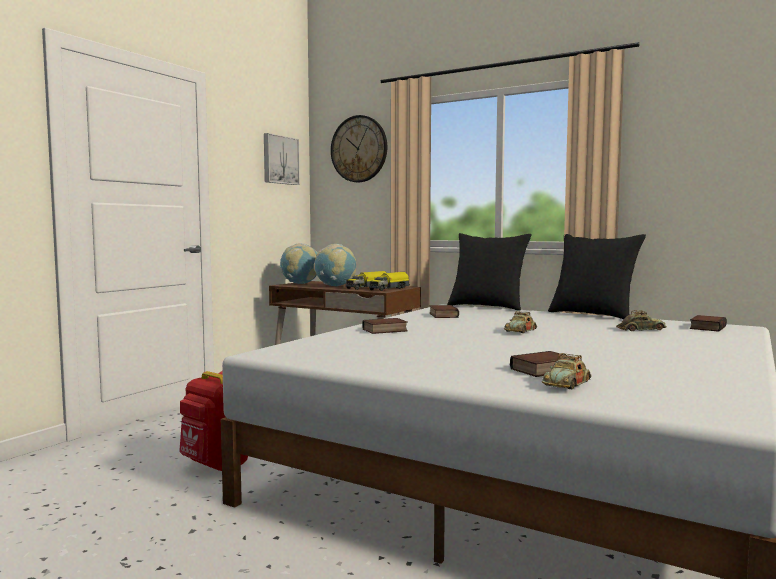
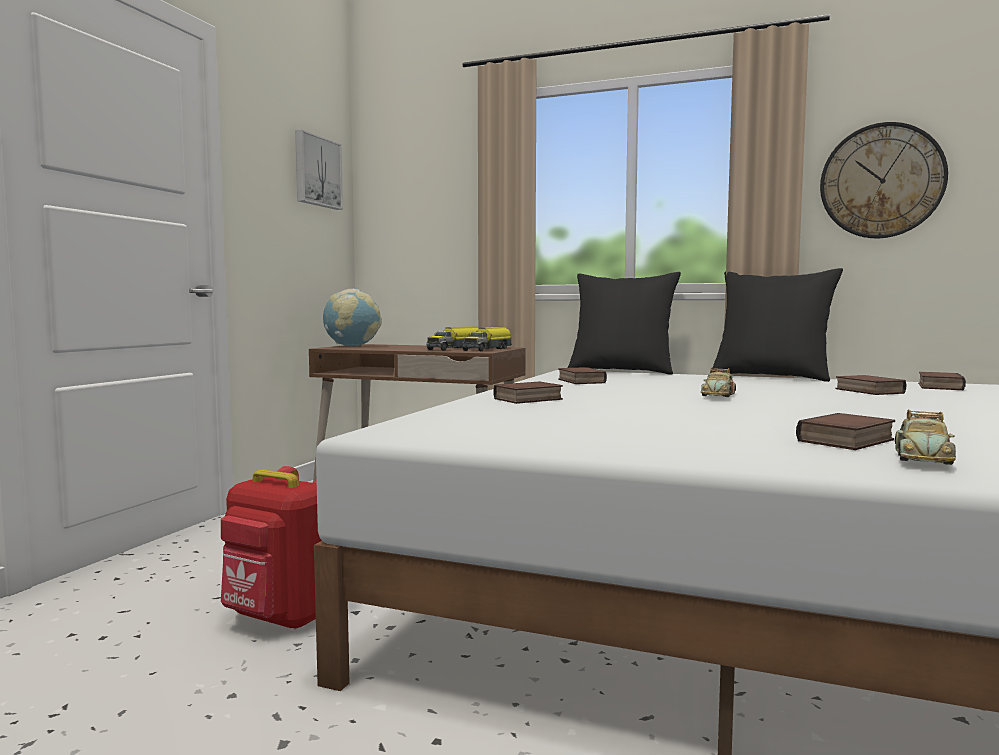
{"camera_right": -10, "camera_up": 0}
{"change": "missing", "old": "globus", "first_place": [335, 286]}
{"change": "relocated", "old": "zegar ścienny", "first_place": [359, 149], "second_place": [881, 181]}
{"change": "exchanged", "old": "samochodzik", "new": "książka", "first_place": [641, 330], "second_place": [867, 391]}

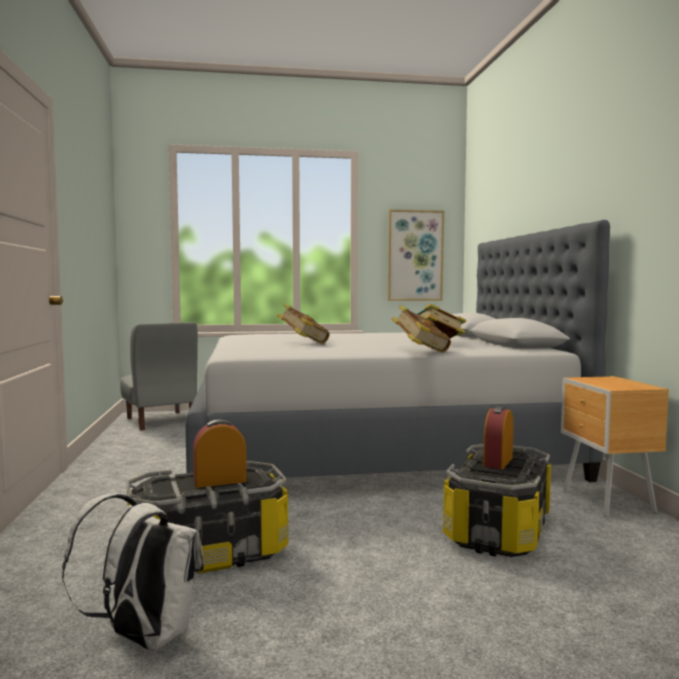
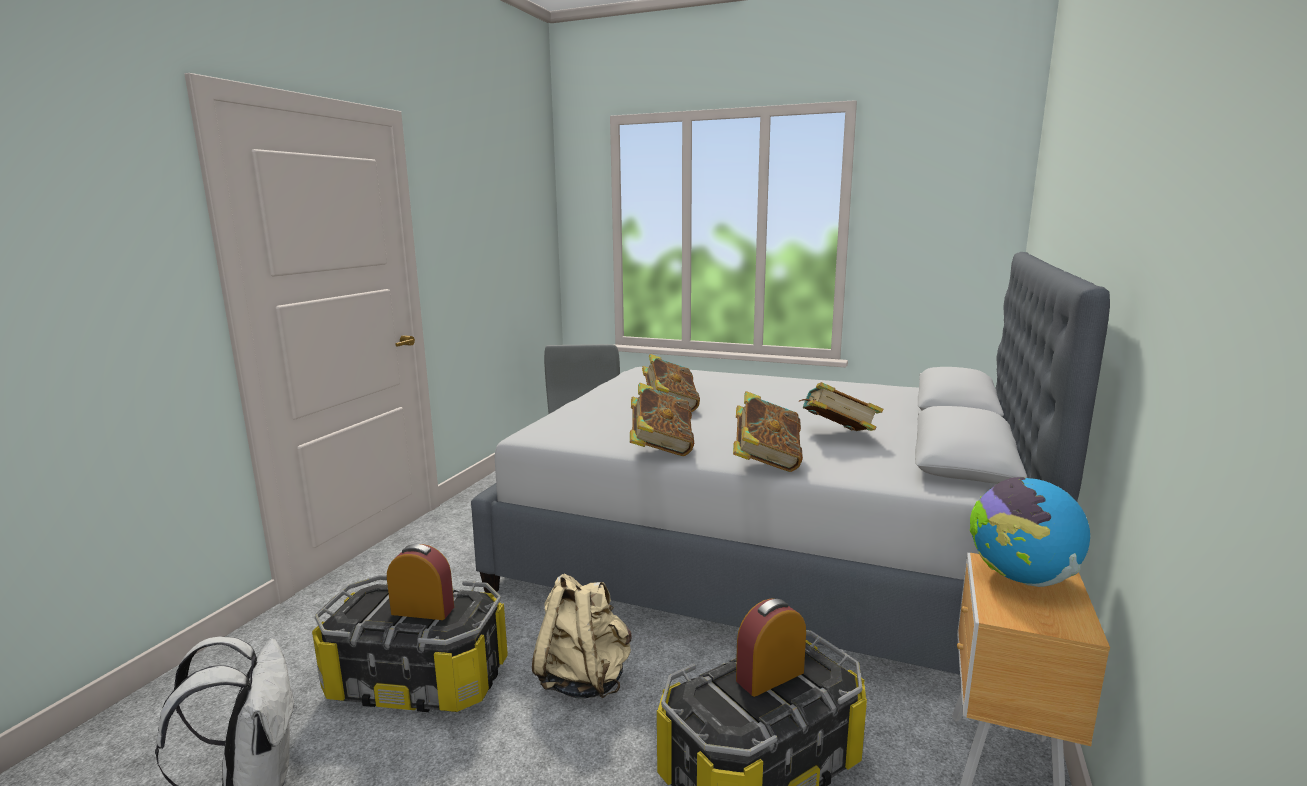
{"camera_right": 30, "camera_up": 10}
{"change": "missing", "old": "obraz", "first_place": [415, 255]}
{"change": "appeared", "new": "plecak/beżowy", "second_place": [584, 679]}
{"change": "appeared", "new": "książka", "second_place": [661, 448]}
{"change": "appeared", "new": "globus", "second_place": [1020, 578]}

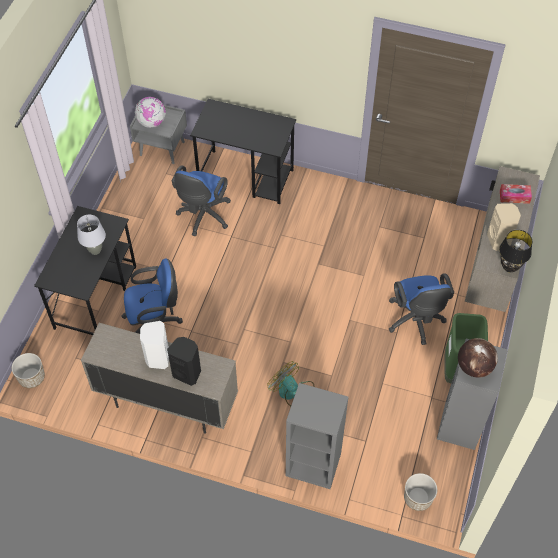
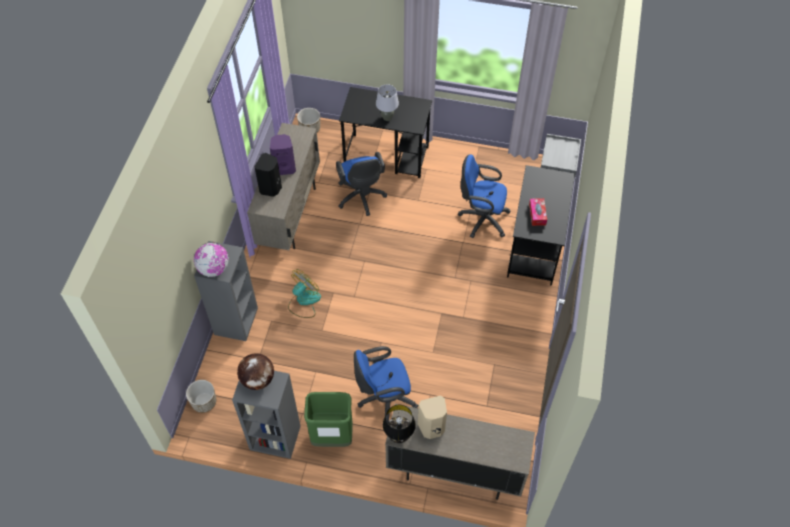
{"camera_right": 85, "camera_up": 0}
{"change": "relocated", "old": "globus", "first_place": [152, 122], "second_place": [214, 269]}
{"change": "colour", "old": "głośnik/biały", "new": "głośnik/fioletowy", "first_place": [157, 358], "second_place": [284, 168]}
{"change": "relocated", "old": "pudełko chusteczek", "first_place": [514, 196], "second_place": [537, 214]}

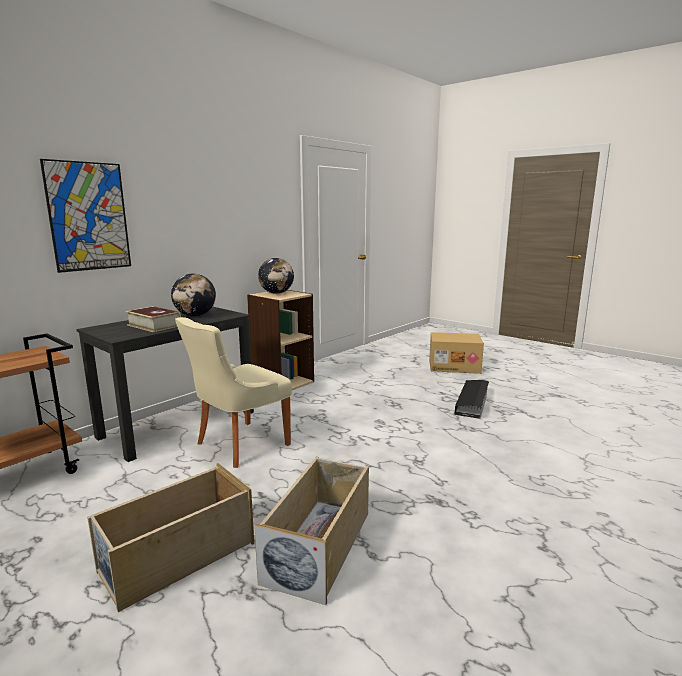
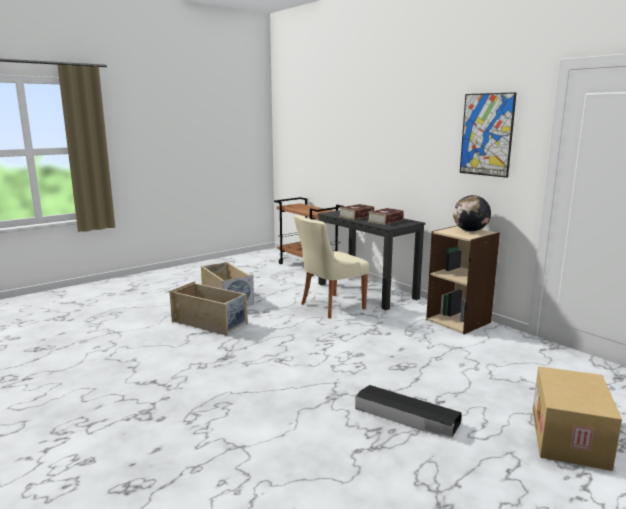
{"camera_right": 100, "camera_up": 0}
{"change": "relocated", "old": "obraz", "first_place": [88, 216], "second_place": [486, 135]}
{"change": "exchanged", "old": "globus", "new": "książka", "first_place": [195, 315], "second_place": [385, 220]}
{"change": "spun", "old": "krzesło/beżowy", "first_place": [239, 445], "second_place": [330, 306], "degrees": -90}

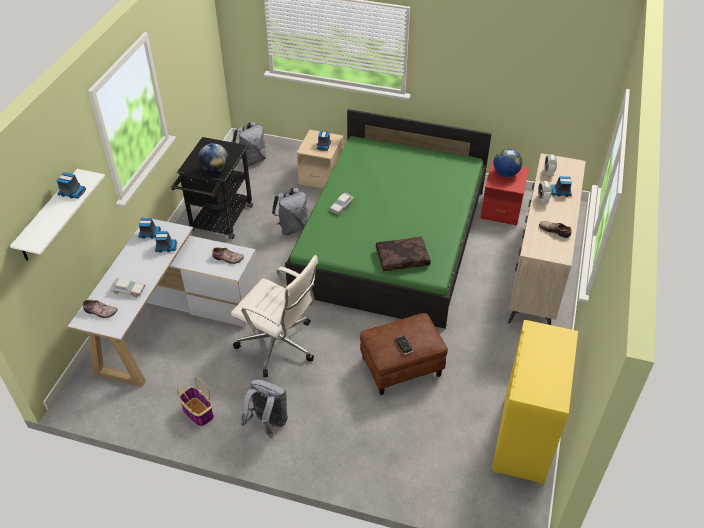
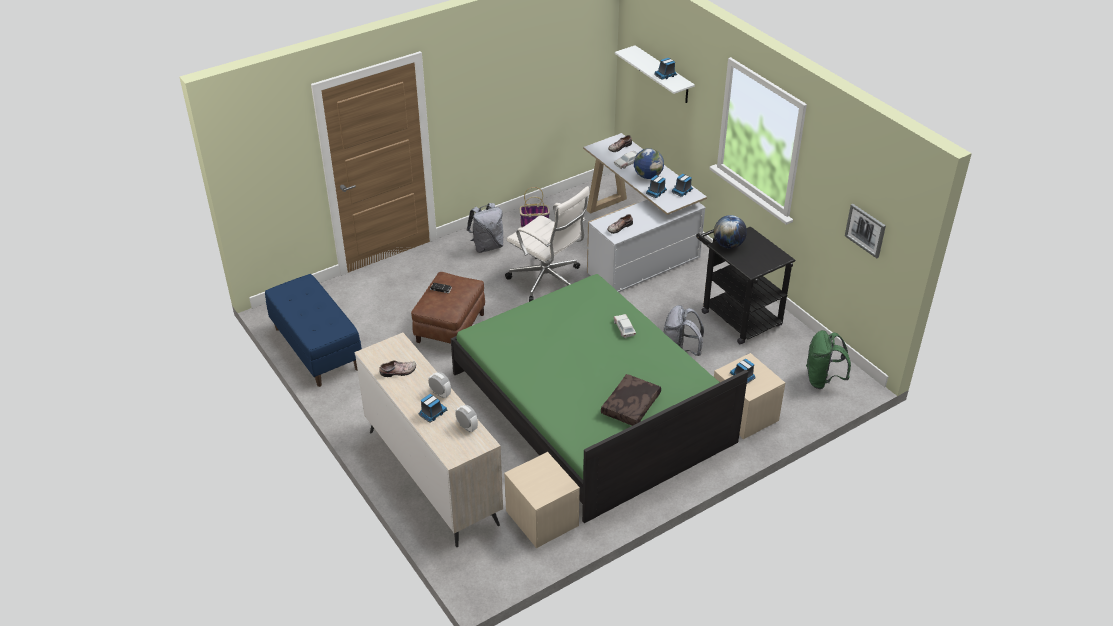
{"camera_right": 130, "camera_up": -5}
{"change": "spun", "old": "krzesło biurowe/biały", "first_place": [279, 345], "second_place": [547, 281], "degrees": -120}
{"change": "colour", "old": "plecak/szary", "new": "plecak/zielony", "first_place": [252, 160], "second_place": [822, 380]}
{"change": "relocated", "old": "poduszka/brązowy", "first_place": [402, 258], "second_place": [631, 406]}
{"change": "colour", "old": "szafka nocna/czerwony", "new": "szafka nocna/beżowy", "first_place": [501, 209], "second_place": [542, 519]}
{"change": "exchanged", "old": "szafka/żółty", "new": "ławka/niebieski", "first_place": [525, 438], "second_place": [316, 348]}
{"change": "relocated", "old": "globus", "first_place": [505, 174], "second_place": [648, 176]}
{"change": "appeared", "new": "obraz", "second_place": [865, 230]}

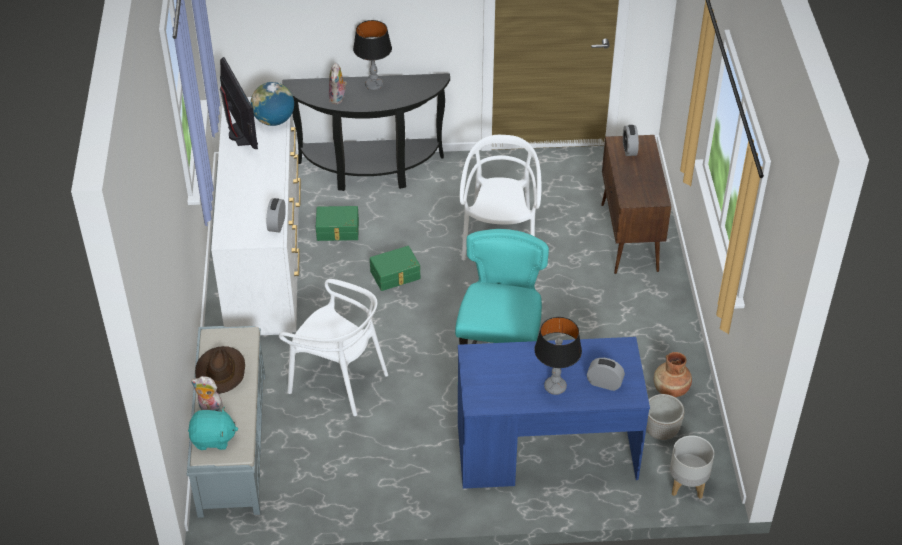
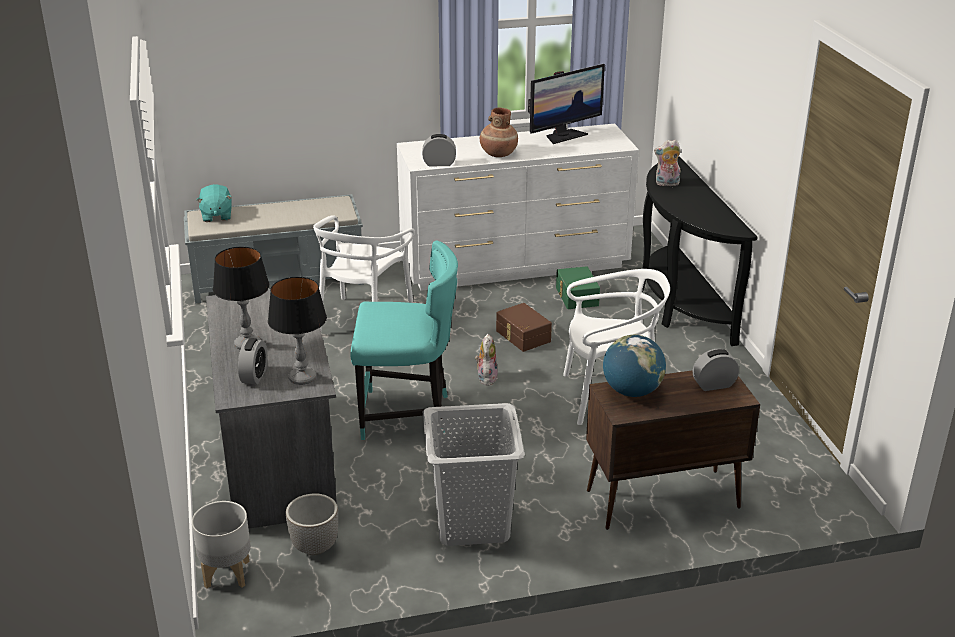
{"camera_right": 80, "camera_up": -15}
{"change": "relocated", "old": "pluszak", "first_place": [209, 409], "second_place": [486, 378]}
{"change": "missing", "old": "kapelusz/brązowy", "first_place": [220, 371]}
{"change": "relocated", "old": "globus", "first_place": [274, 120], "second_place": [632, 391]}
{"change": "relocated", "old": "lampa stołowa", "first_place": [374, 85], "second_place": [302, 378]}
{"change": "colour", "old": "pojemnik do przechowywania/zielony", "new": "pojemnik do przechowywania/brązowy", "first_place": [395, 275], "second_place": [522, 336]}
{"change": "colour", "old": "biurko/niebieski", "new": "biurko/szary", "first_place": [546, 451], "second_place": [277, 458]}
{"change": "relocated", "old": "wazon/brązowy", "first_place": [670, 389], "second_place": [498, 154]}
{"change": "appeared", "new": "kosz na pranie/szary", "second_place": [471, 522]}

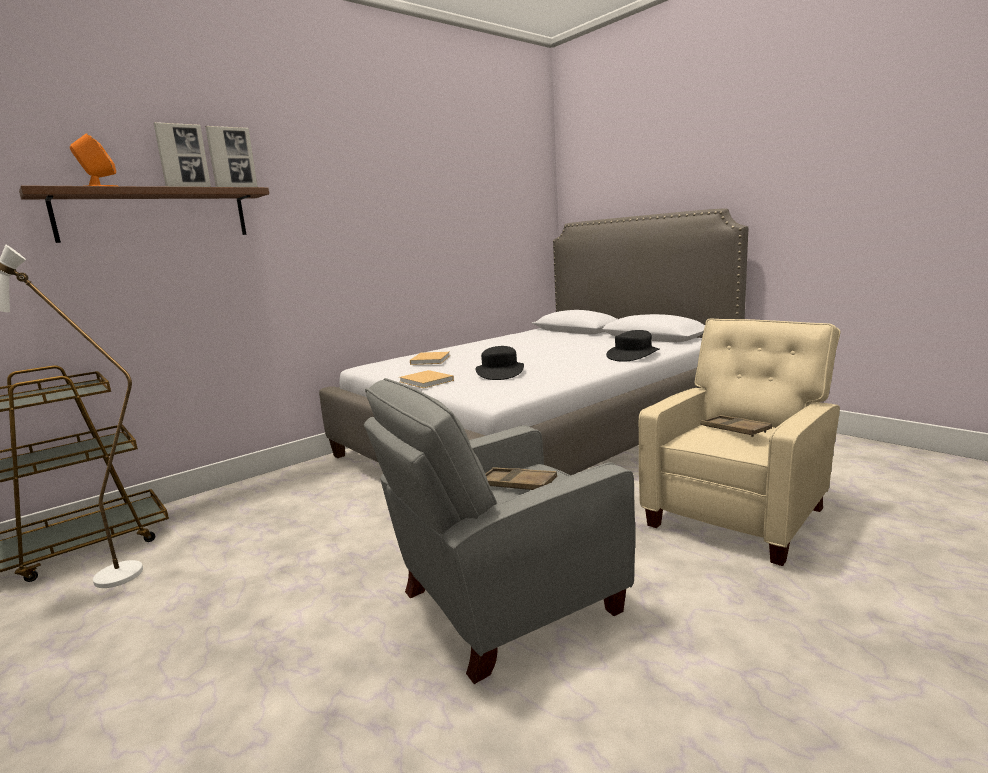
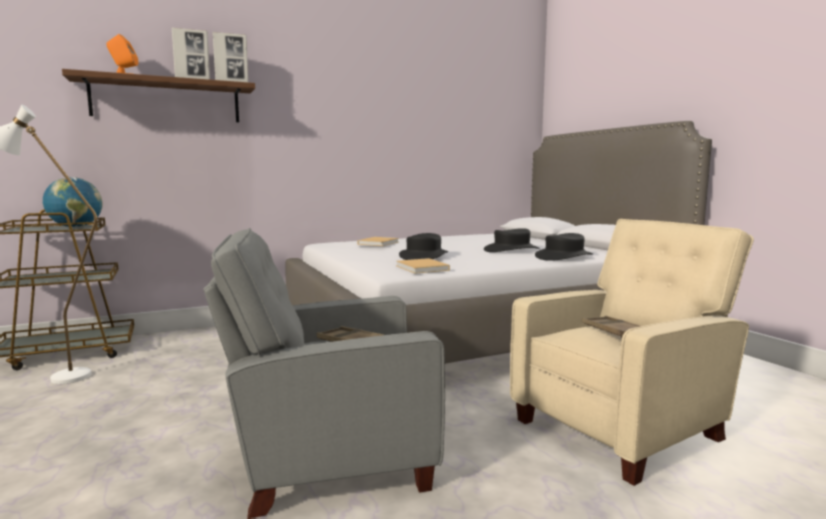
{"camera_right": 15, "camera_up": -5}
{"change": "relocated", "old": "książka/beżowy", "first_place": [427, 381], "second_place": [422, 268]}
{"change": "appeared", "new": "globus", "second_place": [75, 227]}
{"change": "appeared", "new": "kapelusz/czarny", "second_place": [511, 250]}

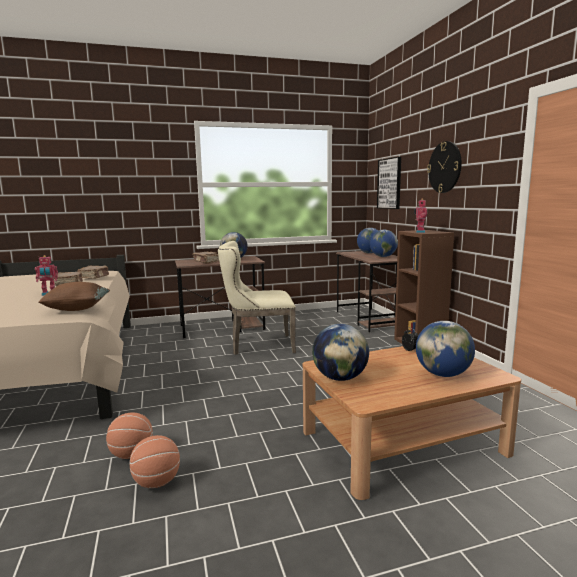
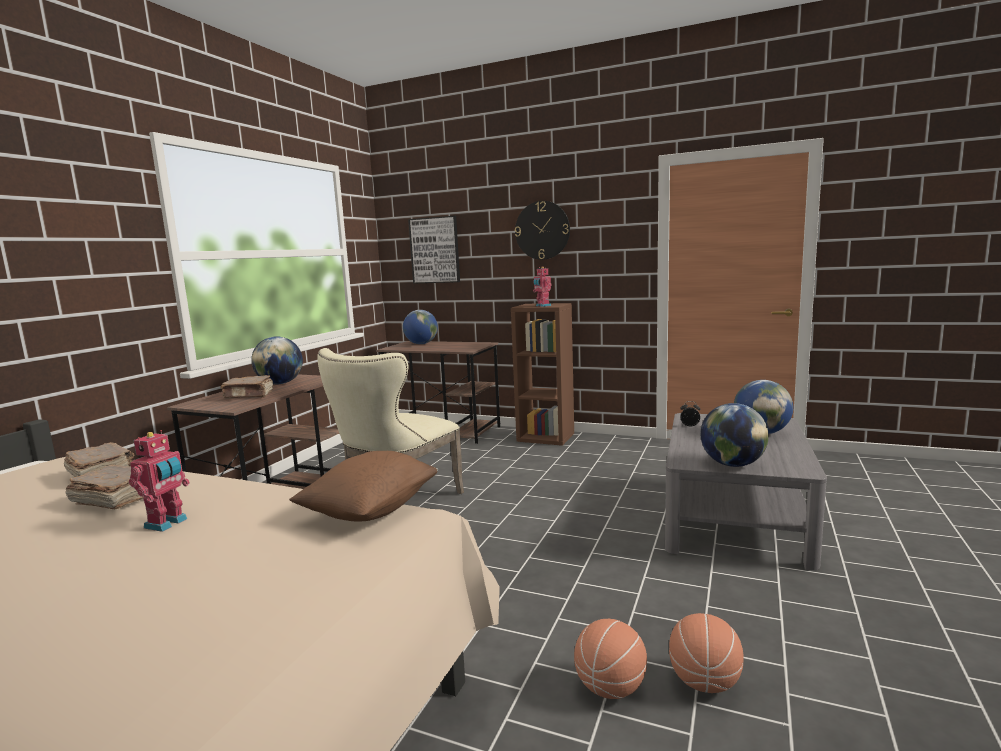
{"camera_right": -50, "camera_up": 0}
{"change": "colour", "old": "ława/brązowy", "new": "ława/szary", "first_place": [402, 442], "second_place": [734, 516]}
{"change": "missing", "old": "globus", "first_place": [383, 256]}

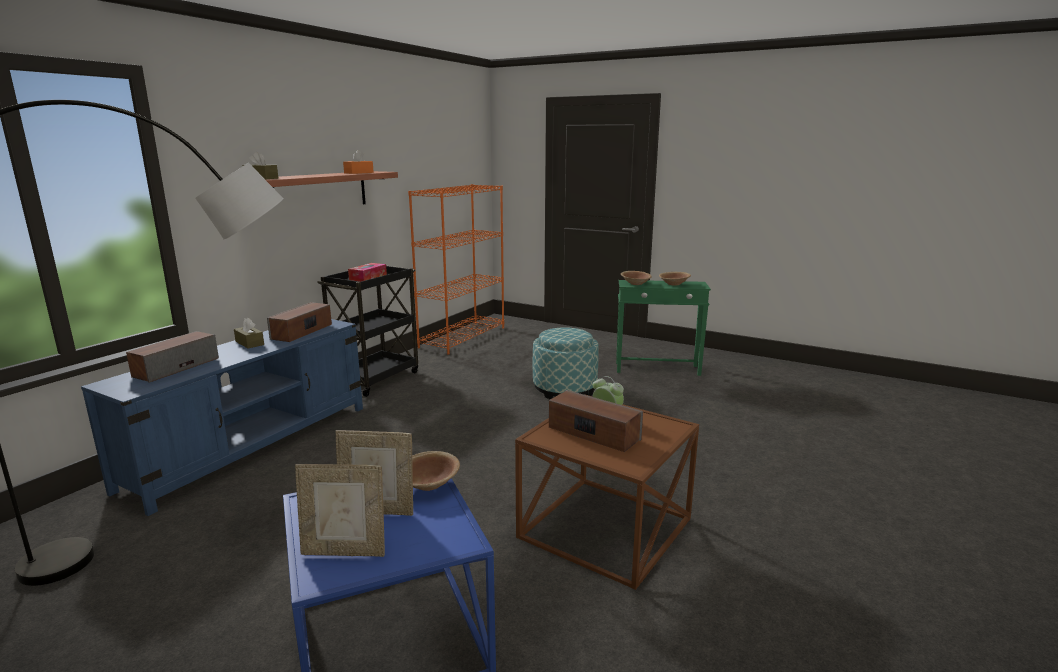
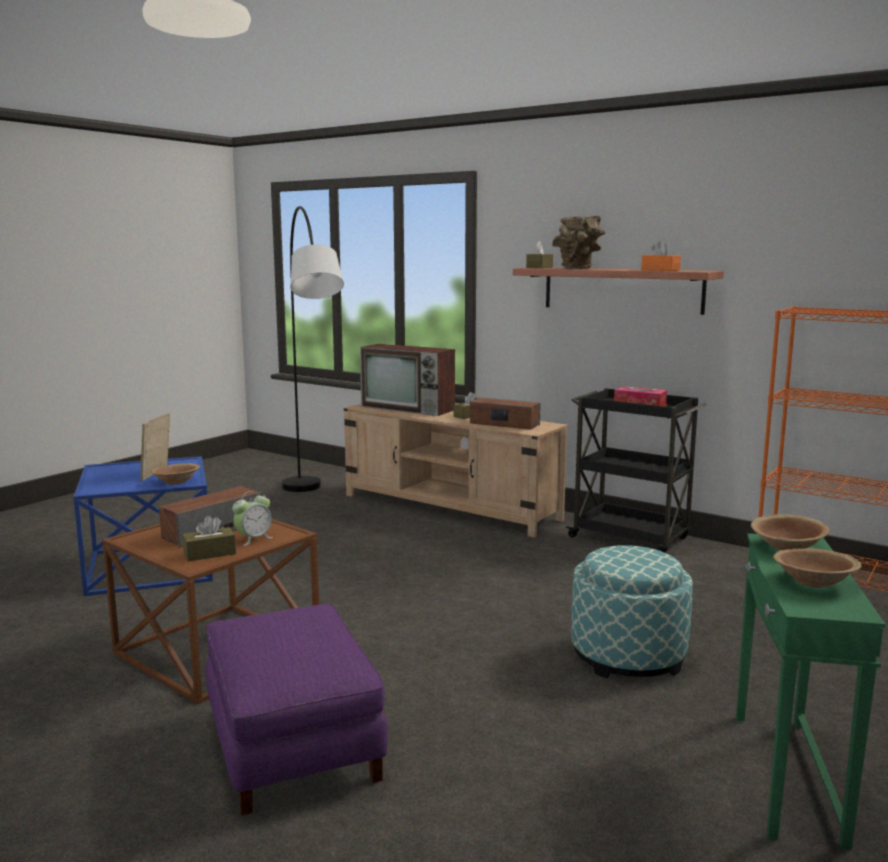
{"camera_right": 95, "camera_up": -5}
{"change": "colour", "old": "szafka pod telewizor/niebieski", "new": "szafka pod telewizor/beżowy", "first_place": [253, 445], "second_place": [450, 507]}
{"change": "exchanged", "old": "głośnik", "new": "telewizor", "first_place": [176, 367], "second_place": [409, 408]}
{"change": "missing", "old": "ramka na zdjęcie", "first_place": [345, 551]}
{"change": "appeared", "new": "pudełko chusteczek/brązowy", "second_place": [209, 553]}
{"change": "appeared", "new": "pufa/fioletowy", "second_place": [291, 745]}
{"change": "appeared", "new": "wazon/brązowy", "second_place": [579, 268]}

